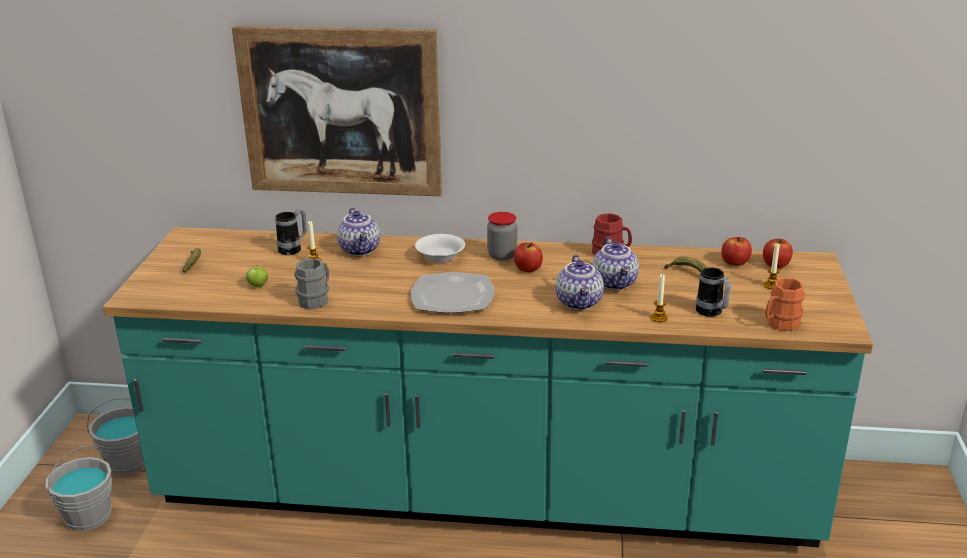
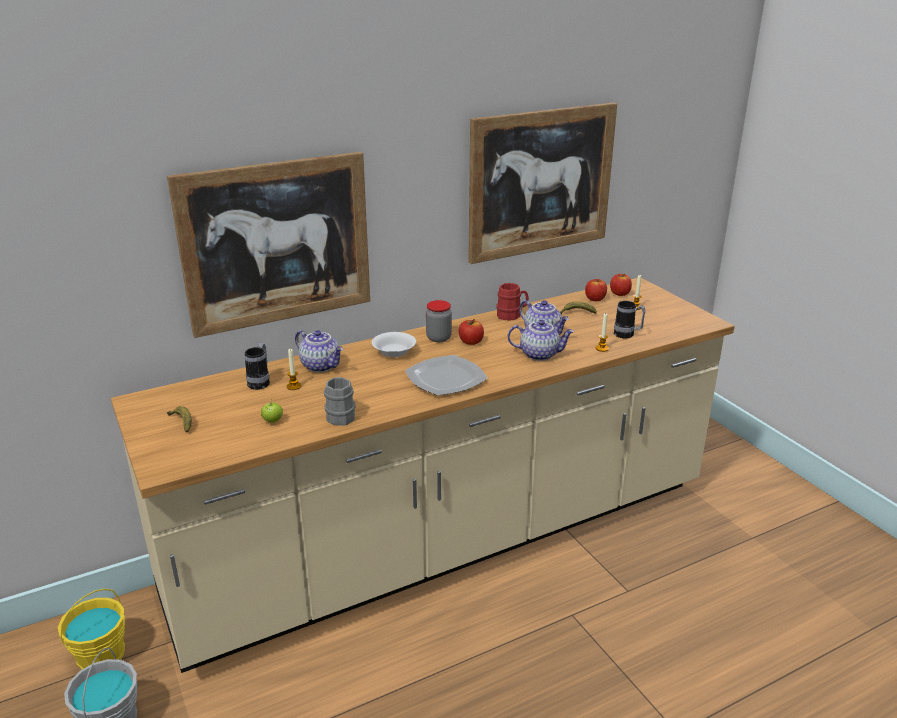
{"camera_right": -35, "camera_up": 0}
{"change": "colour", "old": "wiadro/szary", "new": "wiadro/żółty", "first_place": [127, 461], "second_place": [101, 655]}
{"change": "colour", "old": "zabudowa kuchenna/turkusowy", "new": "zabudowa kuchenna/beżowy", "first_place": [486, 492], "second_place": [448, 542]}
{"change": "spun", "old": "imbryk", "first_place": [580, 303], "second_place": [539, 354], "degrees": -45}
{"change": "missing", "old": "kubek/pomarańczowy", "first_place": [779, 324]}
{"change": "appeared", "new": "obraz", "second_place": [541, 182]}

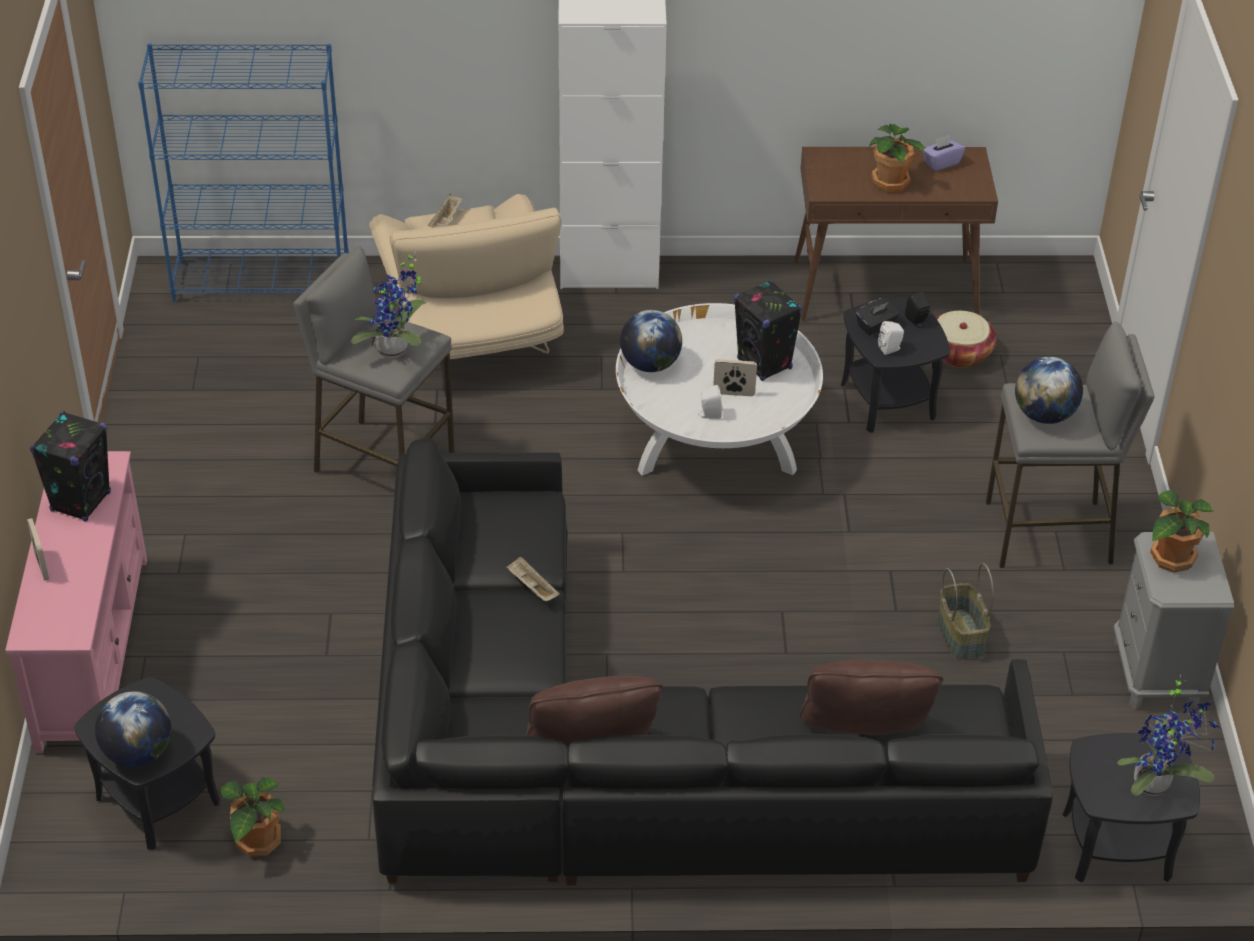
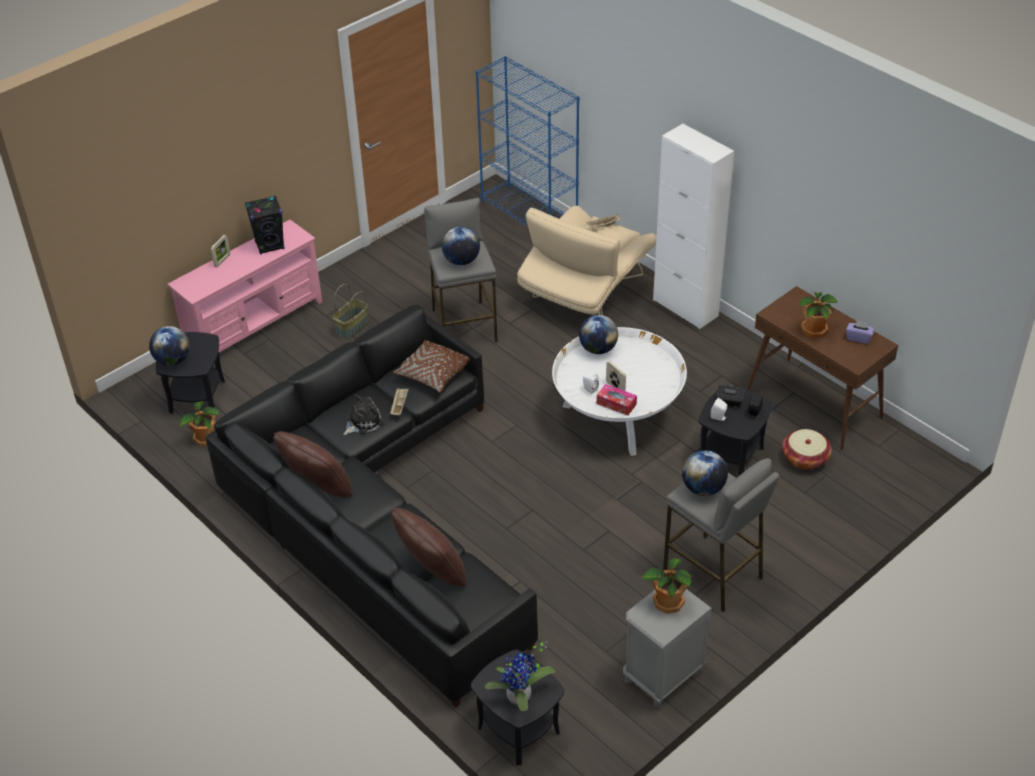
{"camera_right": 50, "camera_up": 0}
{"change": "exchanged", "old": "roślina doniczkowa", "new": "globus", "first_place": [396, 351], "second_place": [461, 261]}
{"change": "missing", "old": "głośnik/czarny", "first_place": [764, 364]}
{"change": "relocated", "old": "koszyk", "first_place": [961, 635], "second_place": [352, 328]}
{"change": "appeared", "new": "pluszak", "second_place": [362, 422]}
{"change": "appeared", "new": "poduszka/brązowy", "second_place": [433, 374]}
{"change": "appeared", "new": "pudełko chusteczek", "second_place": [616, 404]}

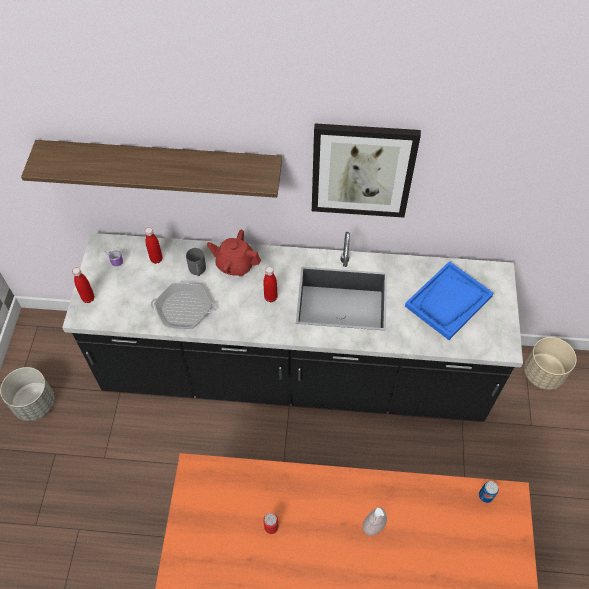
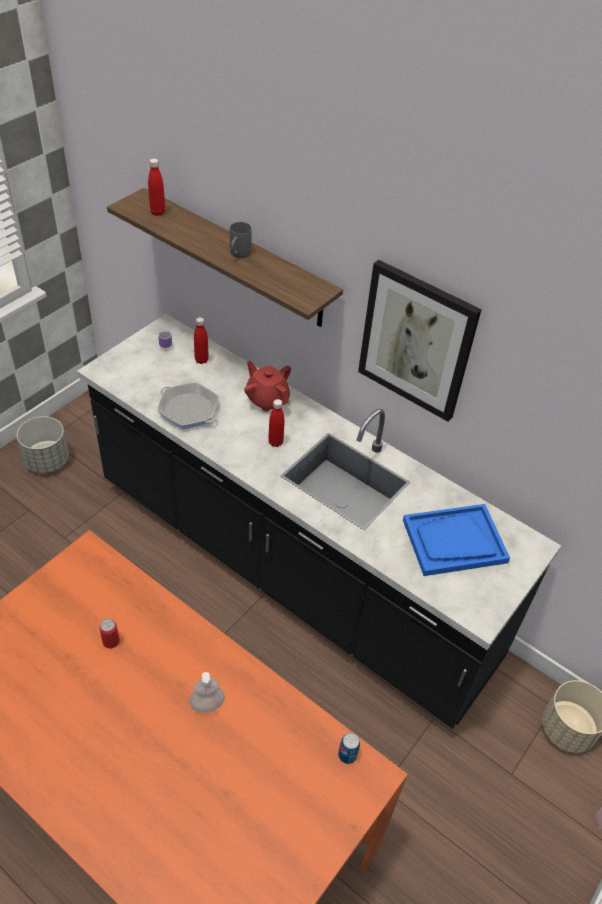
{"camera_right": 30, "camera_up": -10}
{"change": "relocated", "old": "butelka/czerwony", "first_place": [88, 298], "second_place": [158, 212]}
{"change": "relocated", "old": "kubek/szary", "first_place": [198, 271], "second_place": [238, 255]}

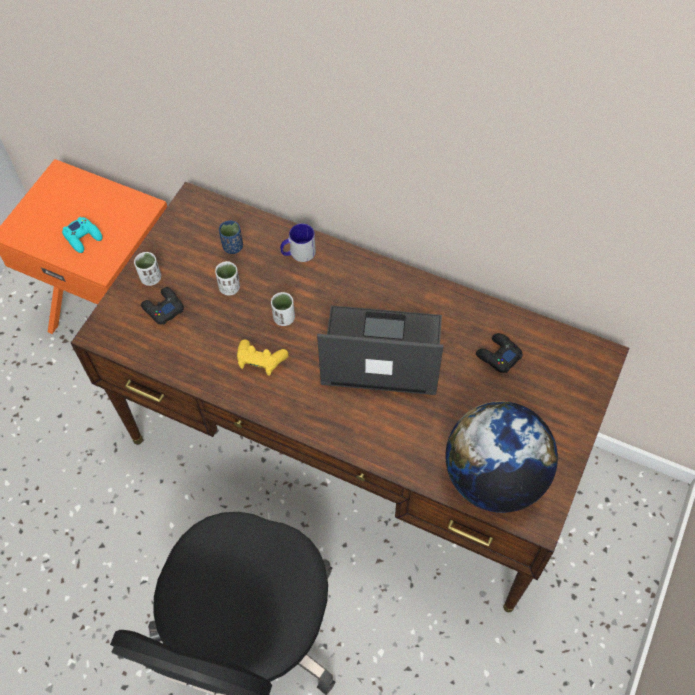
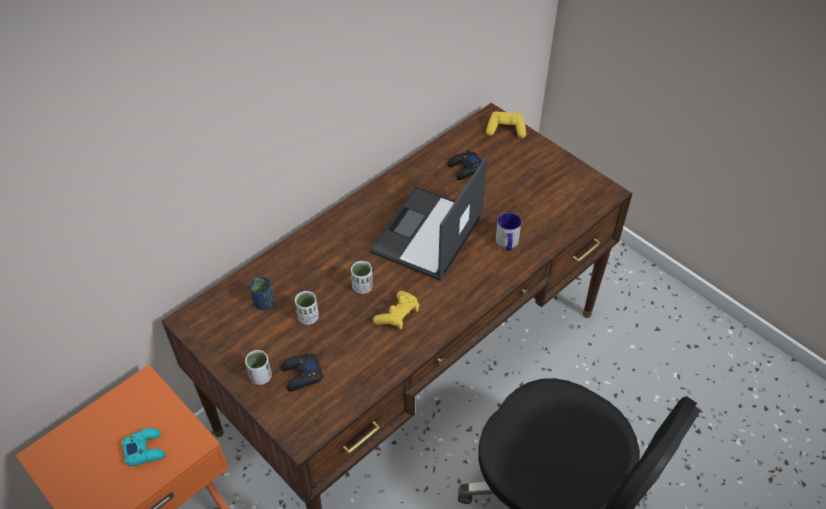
{"camera_right": -70, "camera_up": -10}
{"change": "relocated", "old": "kubek", "first_place": [298, 253], "second_place": [507, 243]}
{"change": "missing", "old": "globus", "first_place": [493, 477]}
{"change": "appeared", "new": "pad do gier/żółty", "second_place": [506, 130]}

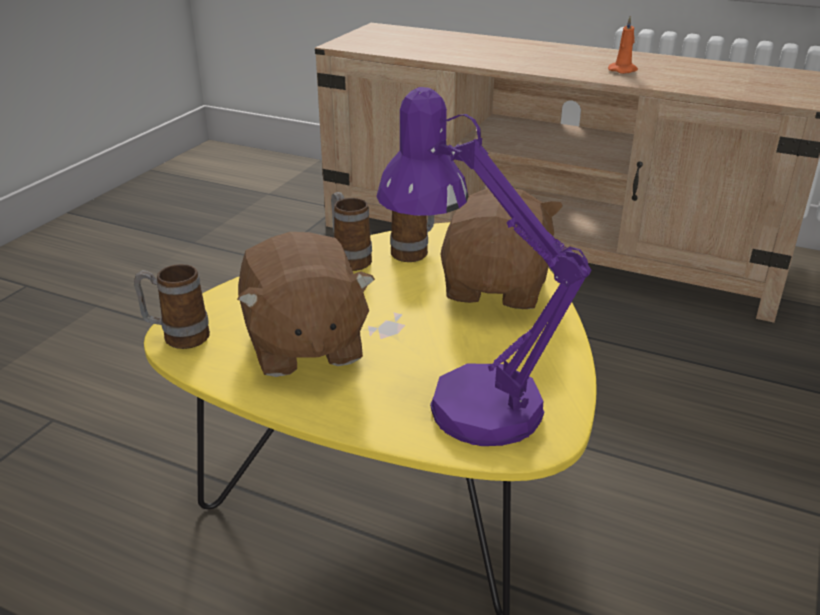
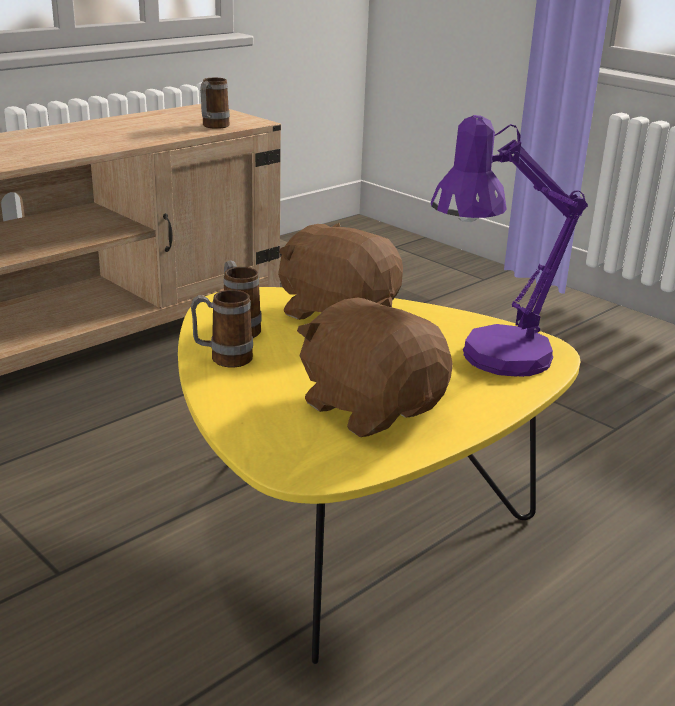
{"camera_right": -70, "camera_up": -5}
{"change": "relocated", "old": "kubek", "first_place": [177, 337], "second_place": [213, 127]}
{"change": "spun", "old": "pluszak/brązowy", "first_place": [303, 345], "second_place": [371, 408], "degrees": -135}
{"change": "missing", "old": "świeca/pomarańczowy", "first_place": [623, 70]}

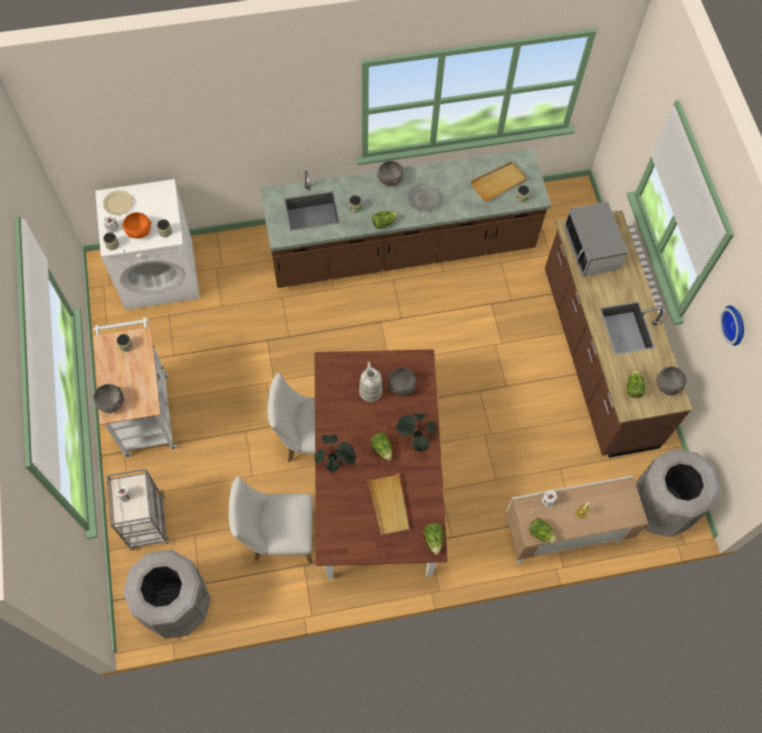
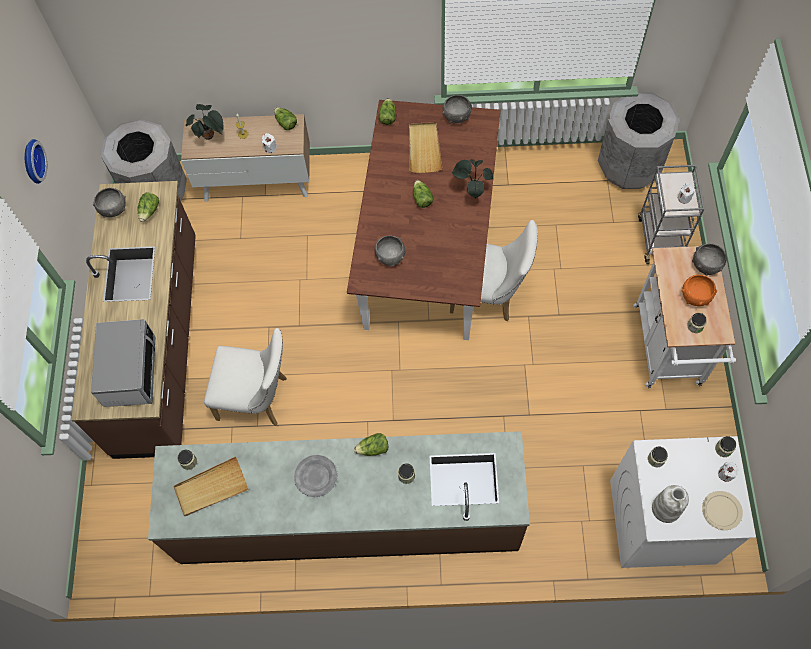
{"camera_right": -165, "camera_up": 0}
{"change": "relocated", "old": "miska/pomarańczowy", "first_place": [139, 231], "second_place": [695, 296]}
{"change": "relocated", "old": "krzesło/biały", "first_place": [278, 536], "second_place": [258, 399]}
{"change": "relocated", "old": "wazon/biały", "first_place": [370, 391], "second_place": [666, 509]}
{"change": "relocated", "old": "miska/szary", "first_place": [390, 179], "second_place": [456, 116]}
{"change": "relocated", "old": "roślina doniczkowa", "first_place": [415, 440], "second_place": [210, 136]}

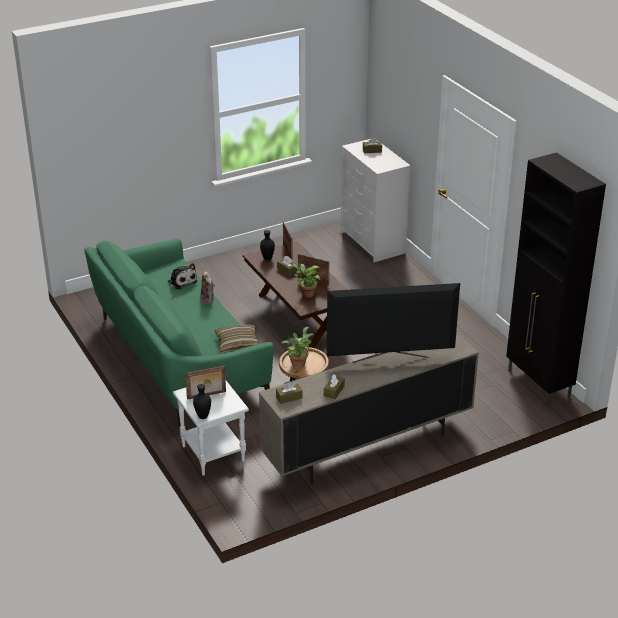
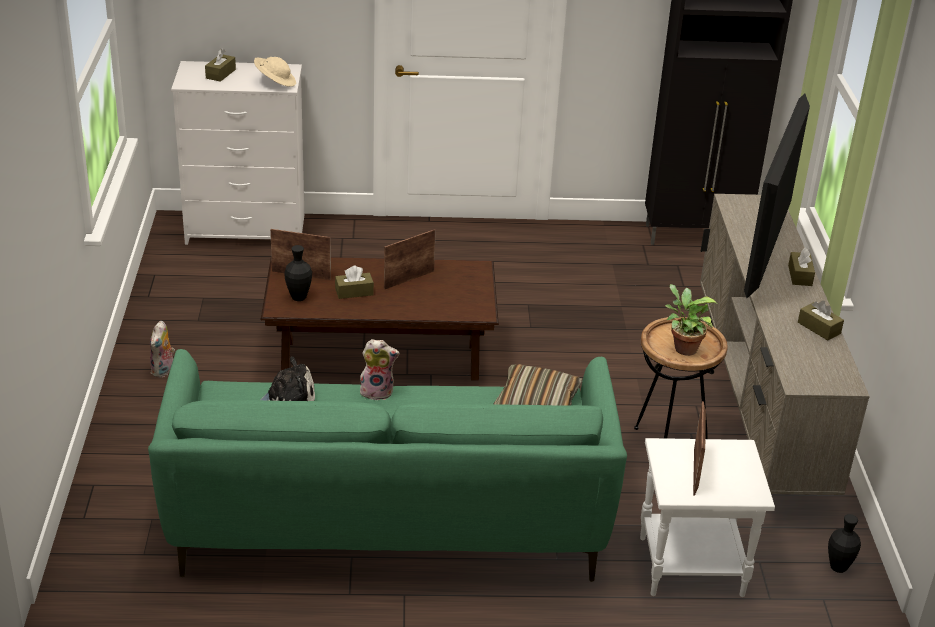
{"camera_right": -65, "camera_up": 0}
{"change": "relocated", "old": "wazon/czarny", "first_place": [203, 416], "second_place": [838, 567]}
{"change": "relocated", "old": "pudełko chusteczek/brązowy", "first_place": [289, 397], "second_place": [800, 275]}
{"change": "missing", "old": "roślina doniczkowa", "first_place": [306, 294]}
{"change": "appeared", "new": "pluszak", "second_place": [164, 371]}
{"change": "appeared", "new": "kapelusz/beżowy", "second_place": [275, 82]}

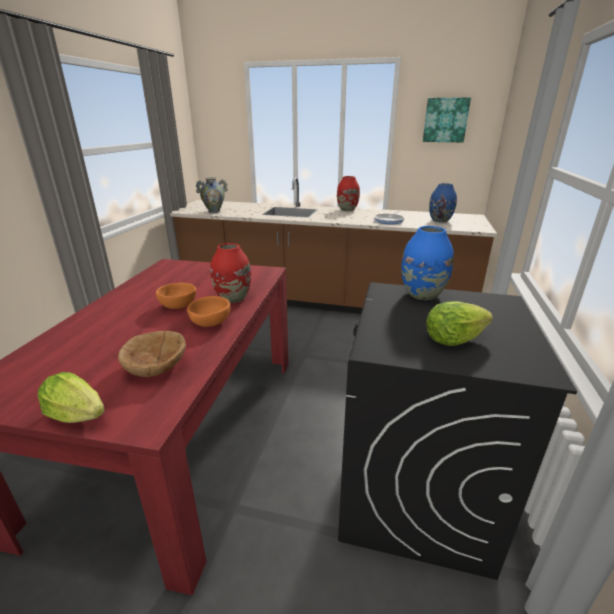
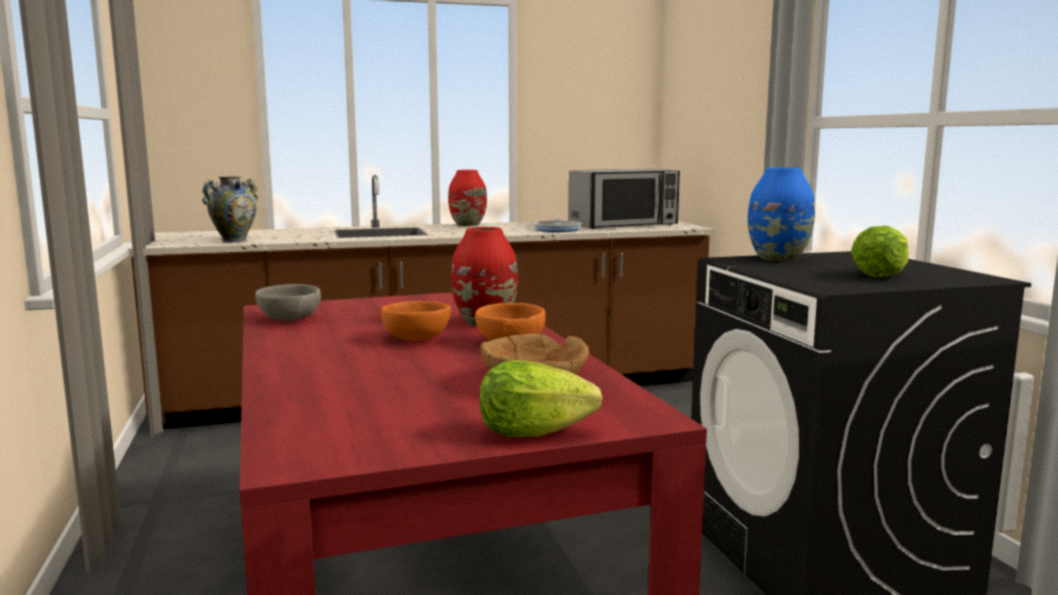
{"camera_right": -30, "camera_up": -15}
{"change": "missing", "old": "obraz", "first_place": [445, 120]}
{"change": "exchanged", "old": "wazon/niebieski", "new": "mikrofalówka", "first_place": [440, 220], "second_place": [624, 225]}
{"change": "appeared", "new": "miska/szary", "second_place": [290, 319]}

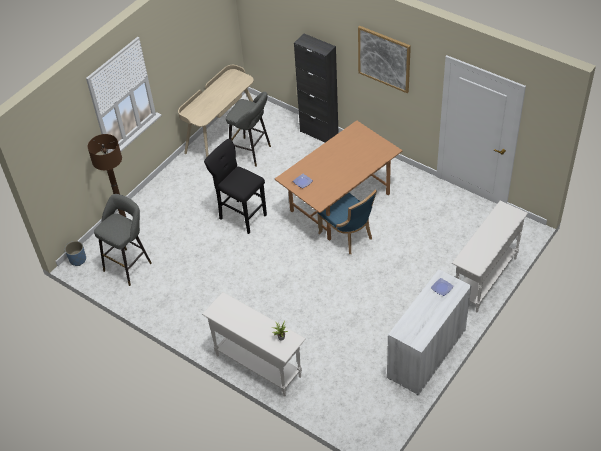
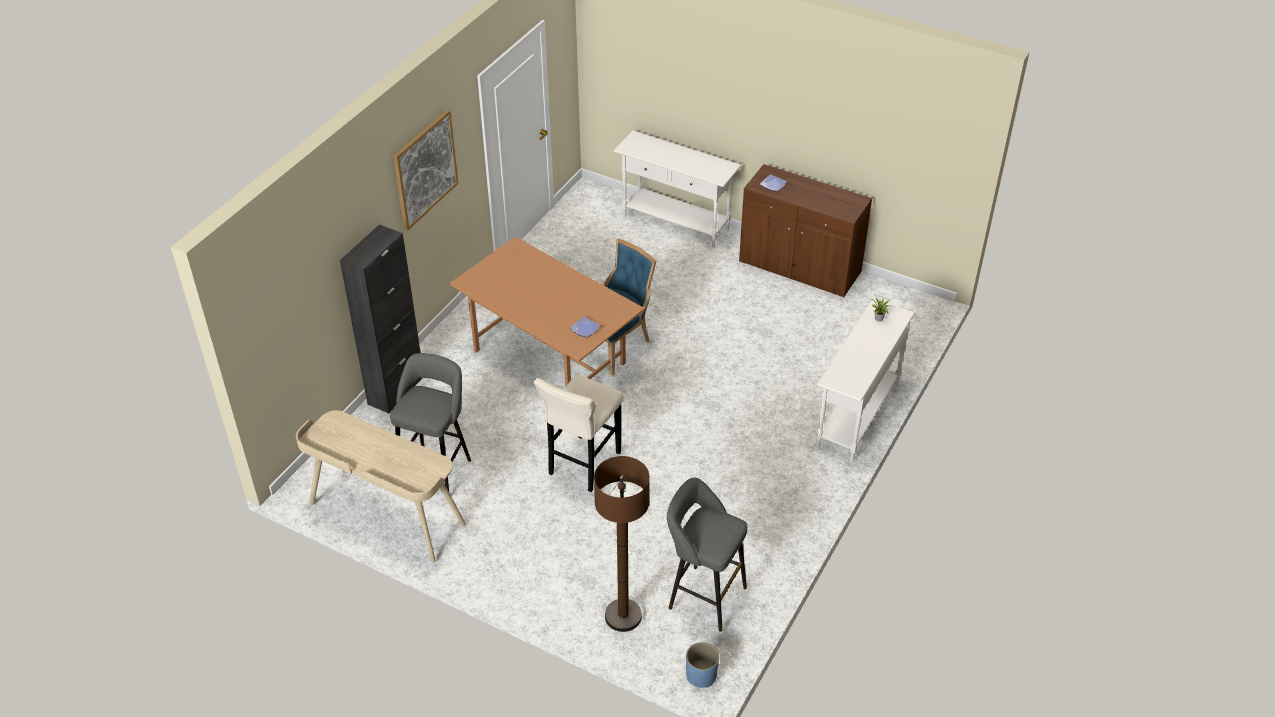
{"camera_right": -100, "camera_up": -5}
{"change": "colour", "old": "stołek/czarny", "new": "stołek/beżowy", "first_place": [241, 216], "second_place": [582, 466]}
{"change": "colour", "old": "szafka/biały", "new": "szafka/brązowy", "first_place": [426, 354], "second_place": [799, 268]}

